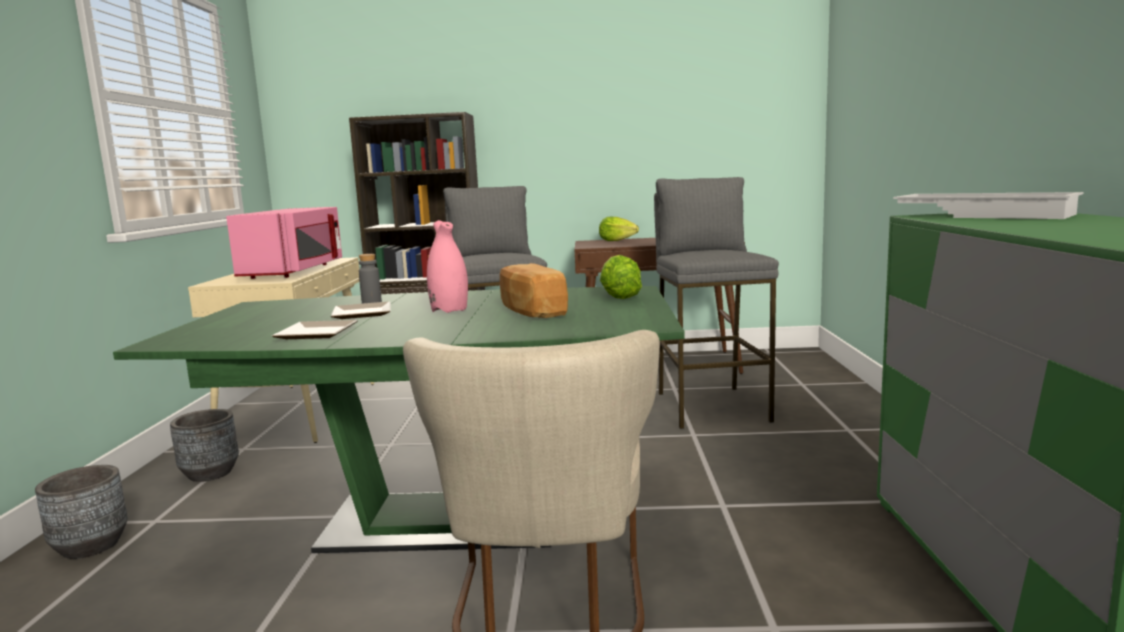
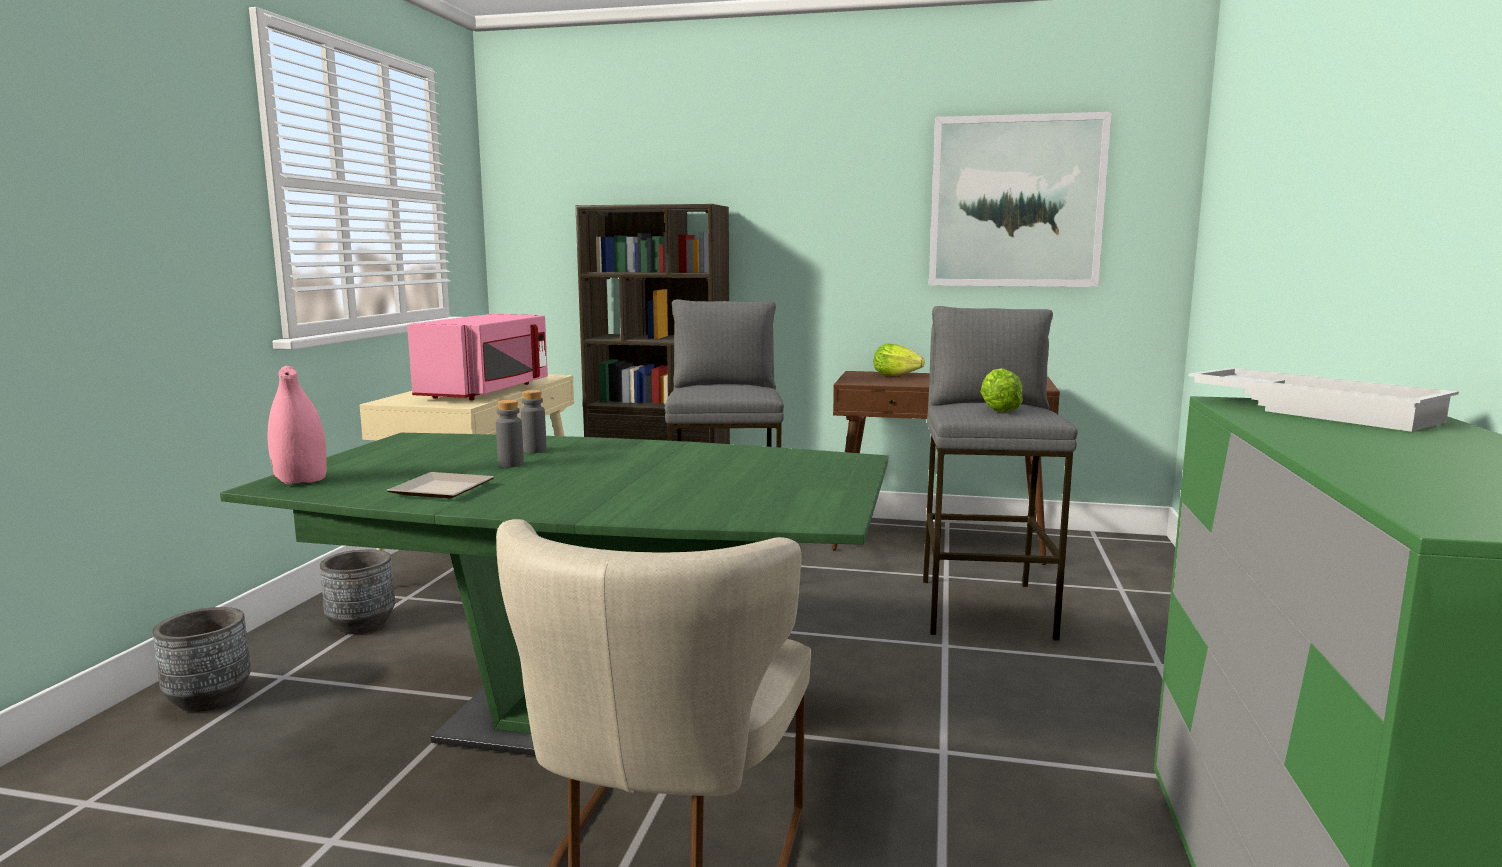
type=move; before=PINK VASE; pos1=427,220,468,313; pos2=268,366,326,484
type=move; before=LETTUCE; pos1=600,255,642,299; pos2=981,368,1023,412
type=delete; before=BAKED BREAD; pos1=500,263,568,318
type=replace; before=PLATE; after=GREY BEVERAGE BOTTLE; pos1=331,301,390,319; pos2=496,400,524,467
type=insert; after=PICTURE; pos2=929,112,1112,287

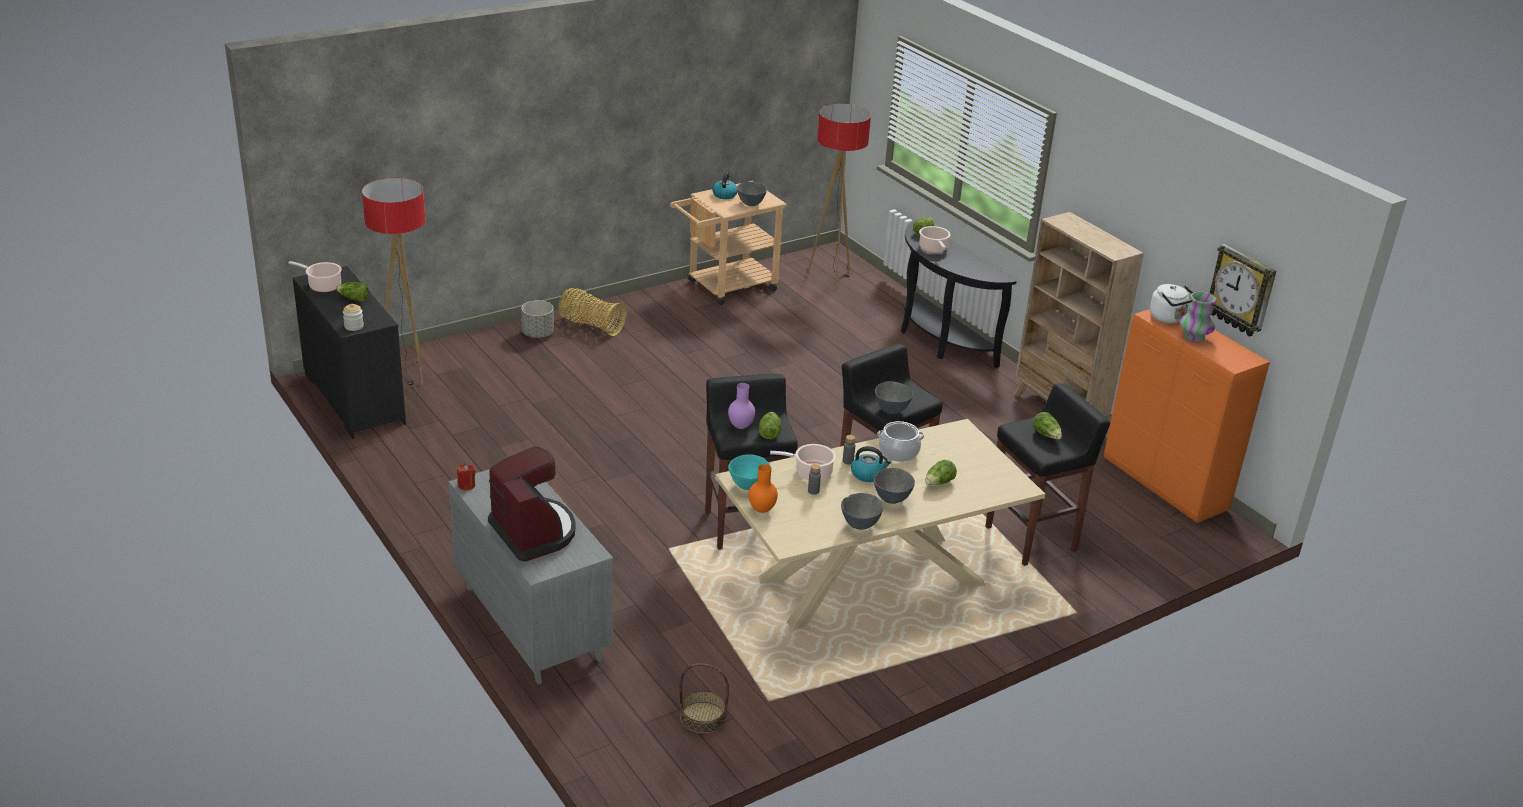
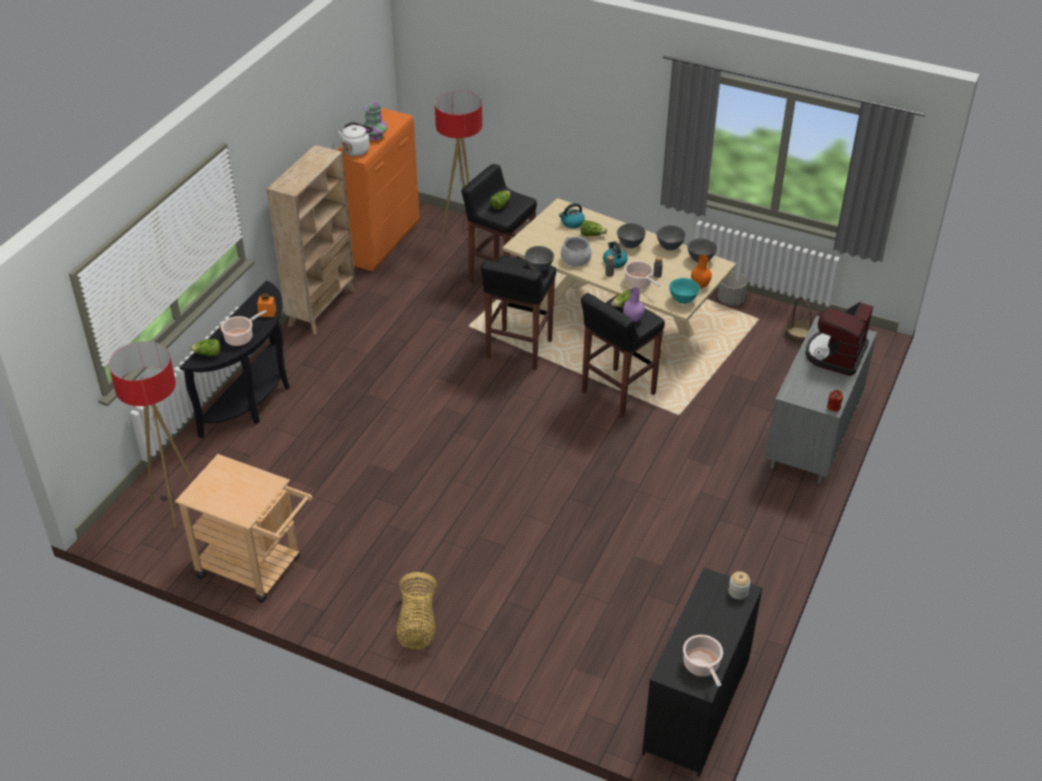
type=move; before=WATER KETTLE; pos1=712,172,737,199; pos2=559,203,585,228
type=move; before=FLOOR LAMP; pos1=362,178,426,385; pos2=435,91,482,248
type=move; before=GREY SERVING BOWL; pos1=737,182,767,206; pos2=687,238,717,262
type=delete; before=CLOCK ON THE WALL; pos1=1209,244,1276,337
type=delete; before=LETTUCE; pos1=336,282,369,302
type=move; before=GREY FLOWER POT; pos1=521,300,554,338; pos2=718,272,748,306
type=insert; after=ORANGE-COLOURED STORAGE JAR; pos2=257,293,277,317

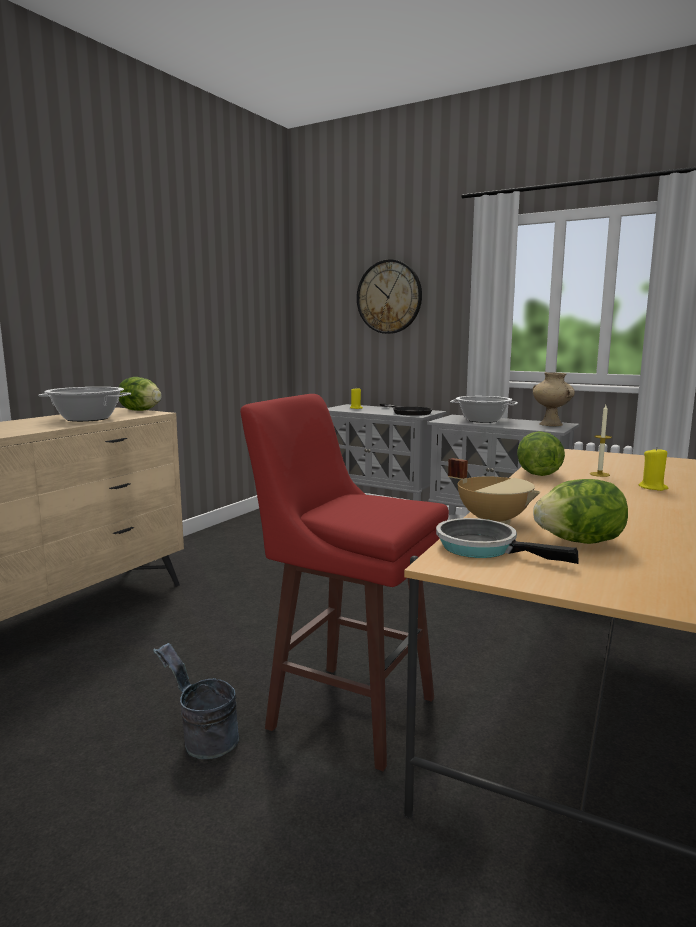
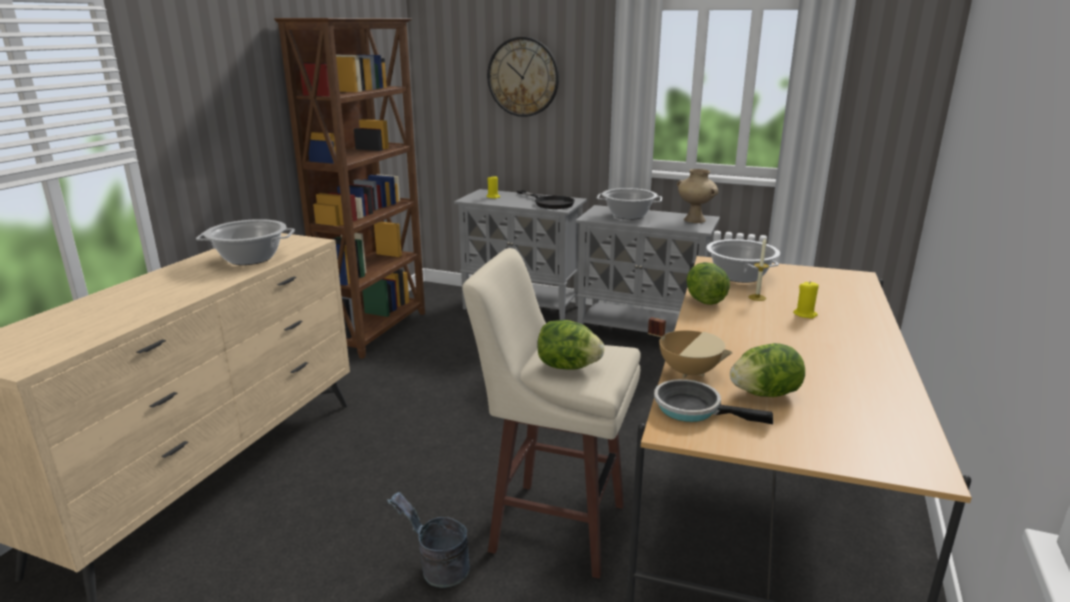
type=move; before=LETTUCE; pos1=119,377,162,411; pos2=537,320,604,370
type=recolor; before=REDDISH STOOL SEAT; after=BEIGE STOOL SEAT; pos1=240,394,449,771; pos2=462,248,641,579
type=insert; after=BROWN-COLOURED SHELVING UNIT; pos2=274,18,425,359
type=insert; after=STOCKPOT; pos2=706,239,780,283

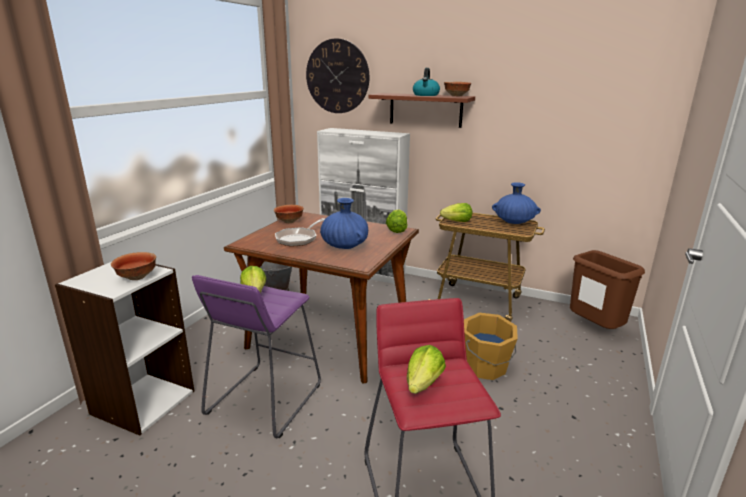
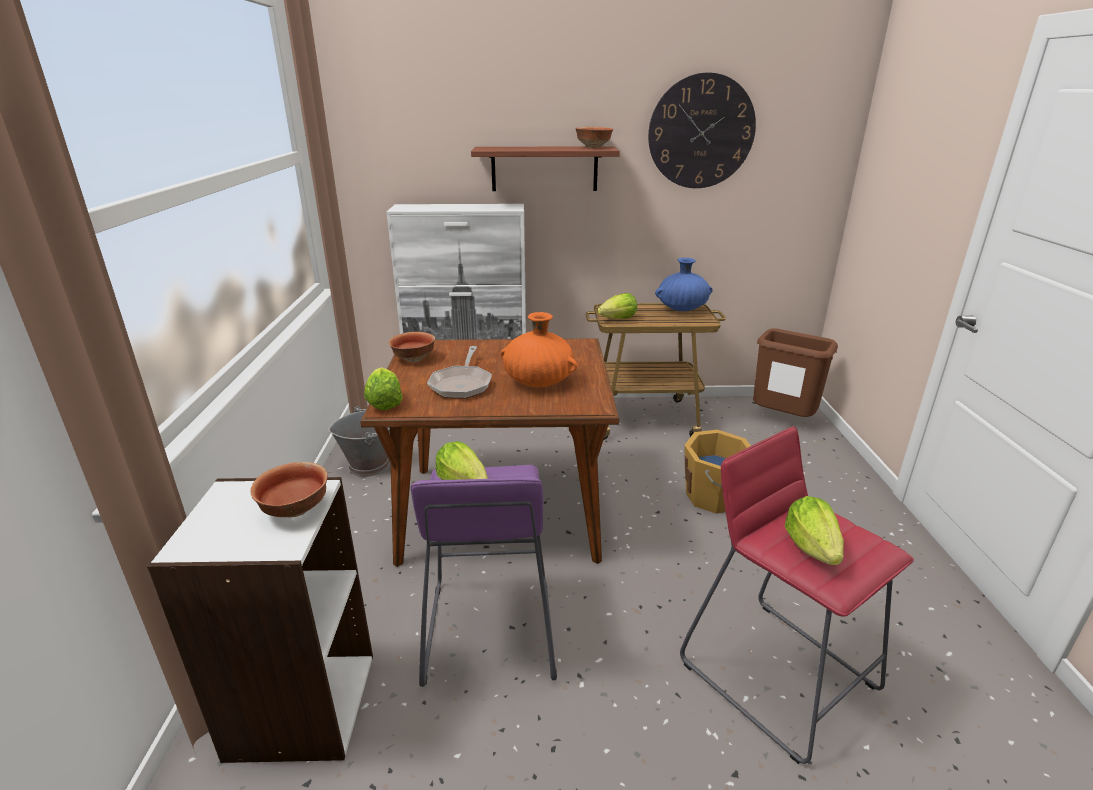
type=move; before=CLOCK ON THE WALL; pos1=306,38,369,113; pos2=648,73,756,188
type=delete; before=WATER KETTLE; pos1=413,68,440,96
type=recolor; before=BLUE VASE; after=ORANGE-COLOURED VASE; pos1=320,198,368,249; pos2=500,312,578,387
type=move; before=LETTUCE; pos1=386,209,407,233; pos2=364,367,403,410

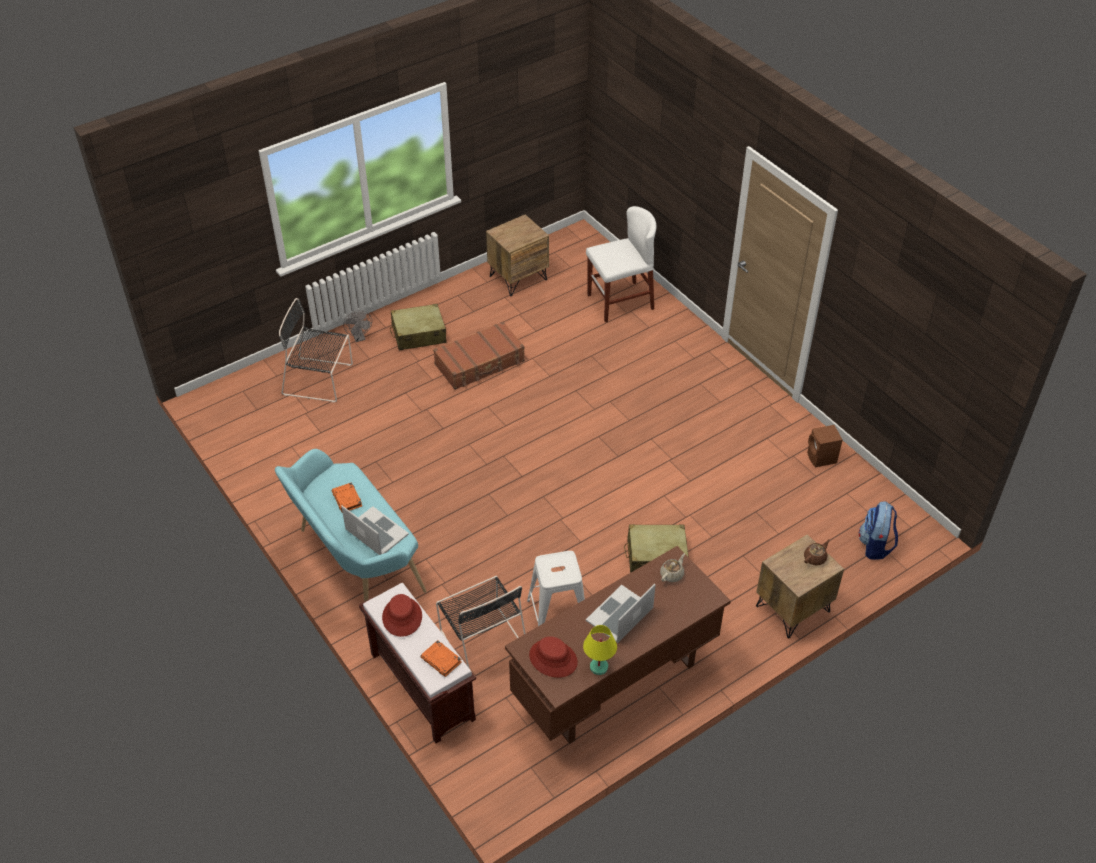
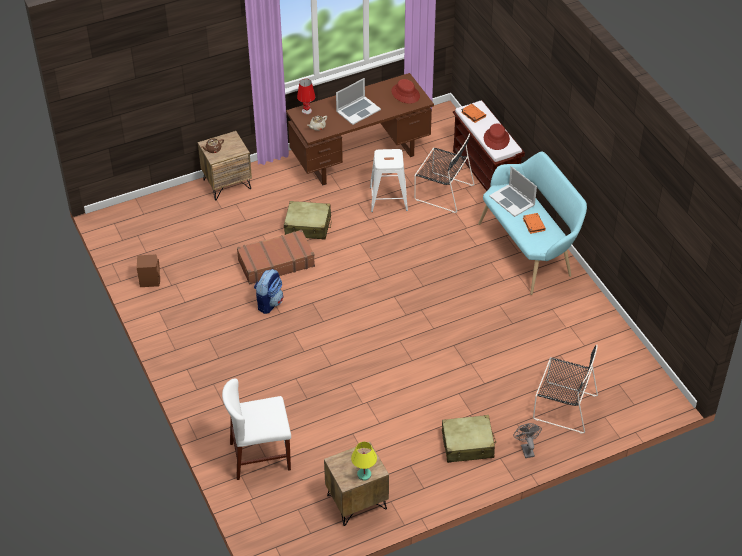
type=move; before=BROWN-COLOURED TRAVEL CASE; pos1=433,322,525,390; pos2=237,230,315,285
type=move; before=BACKPACK; pos1=859,501,898,560; pos2=254,269,283,314
type=rotate; before=BLACKISH PLAIN CHAIR; pos1=436,576,526,667; pos2=414,133,474,213; turn=135
type=move; before=YELLOW-COLOURED LAMP FOR A TABLE; pos1=583,625,617,675; pos2=351,442,377,481
type=insert; after=REDDISH LAMP FOR A TABLE; pos2=297,79,315,114

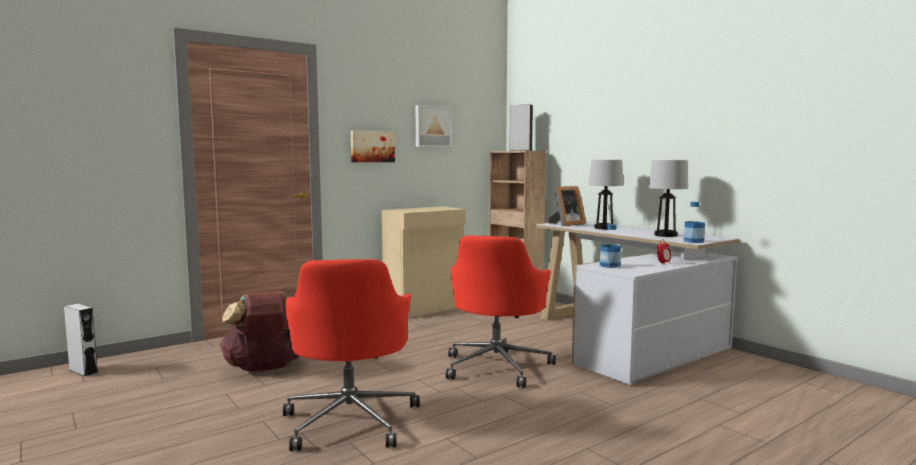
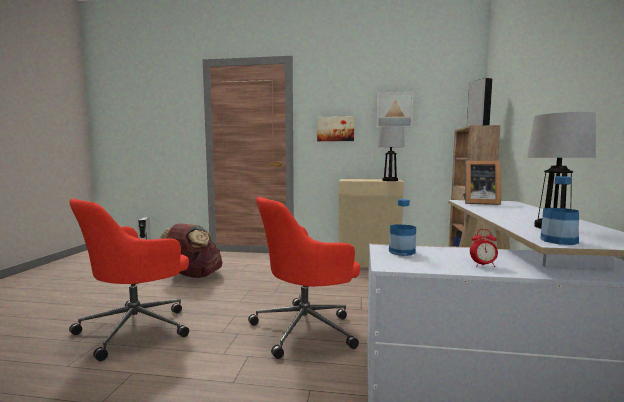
type=move; before=LAMP FOR A TABLE; pos1=589,160,624,229; pos2=378,126,405,181

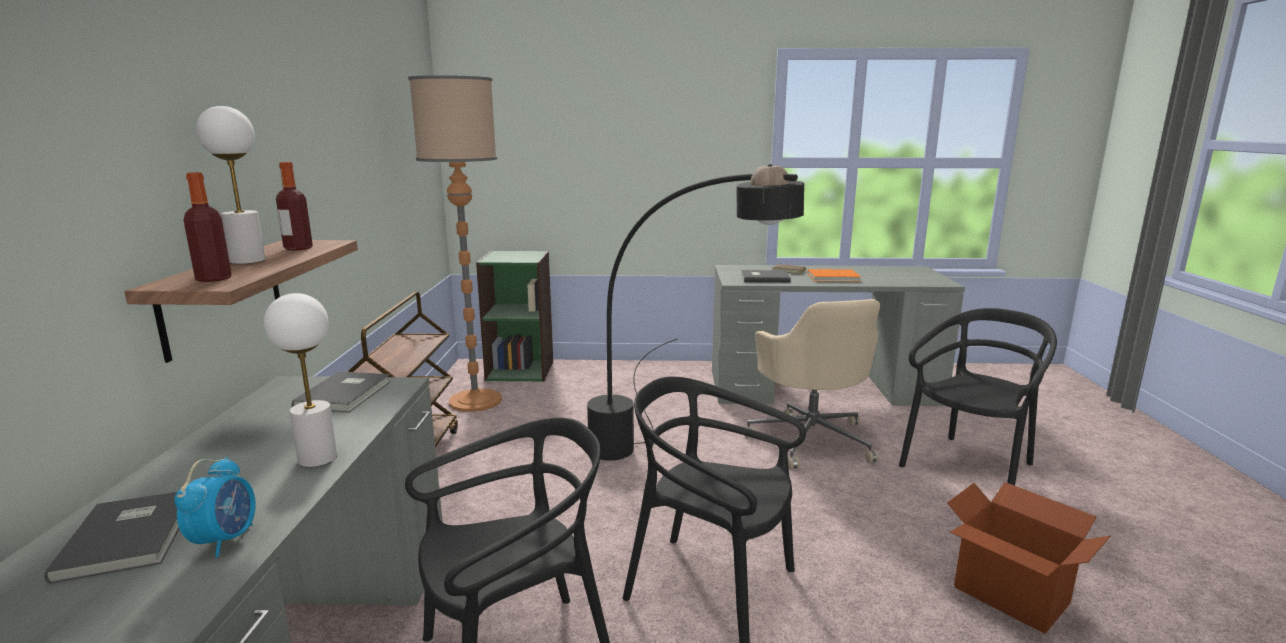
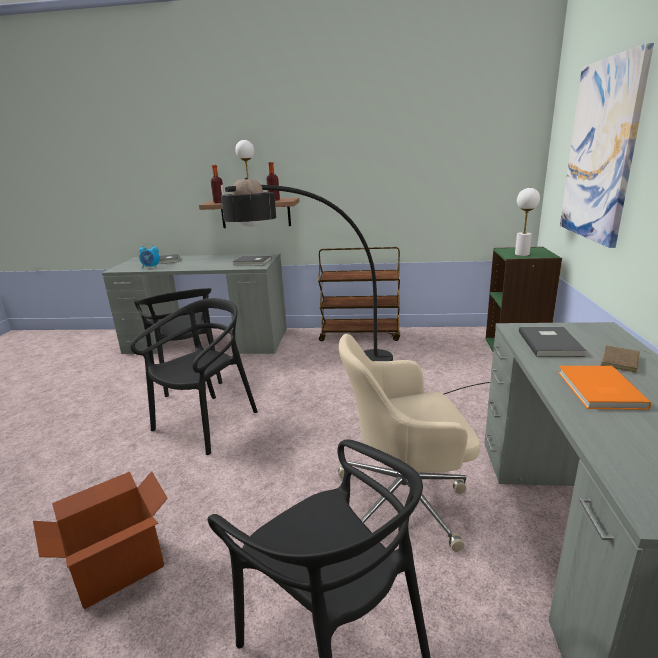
type=delete; before=FLOOR LAMP; pos1=408,75,502,412
type=move; before=WHITISH LAMP FOR A TABLE; pos1=264,293,337,467; pos2=515,188,540,256
type=insert; after=PICTURE; pos2=560,43,654,248

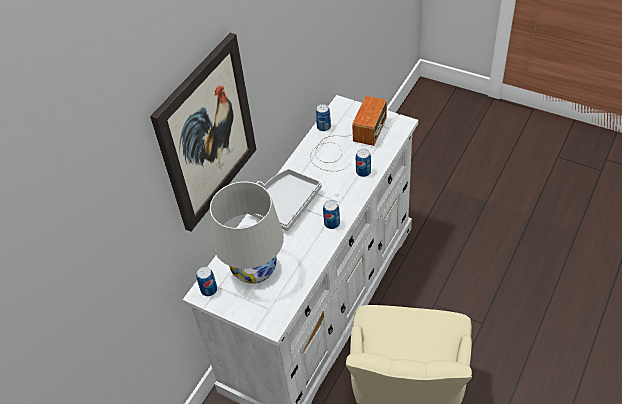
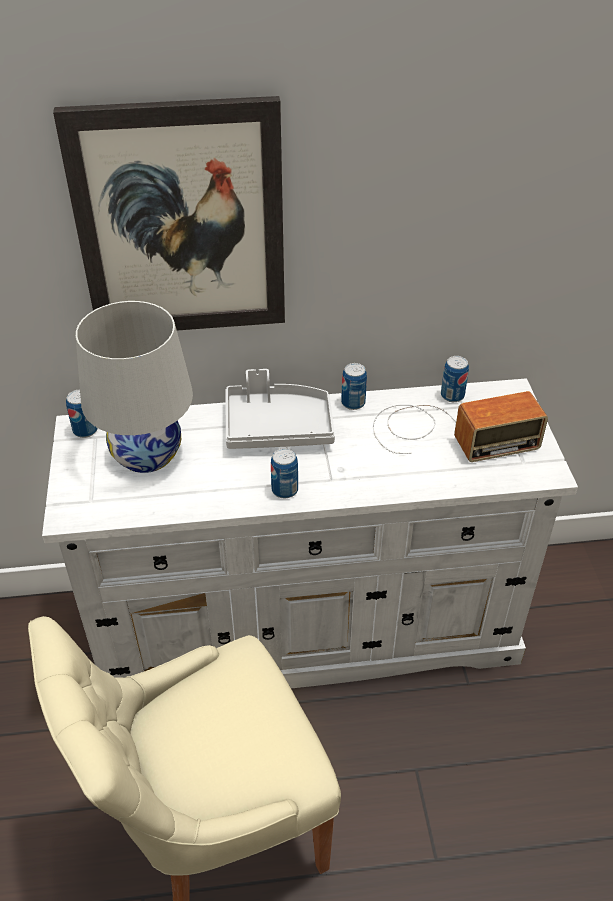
type=move; before=METAL CAN; pos1=356,149,371,177; pos2=341,363,367,410

